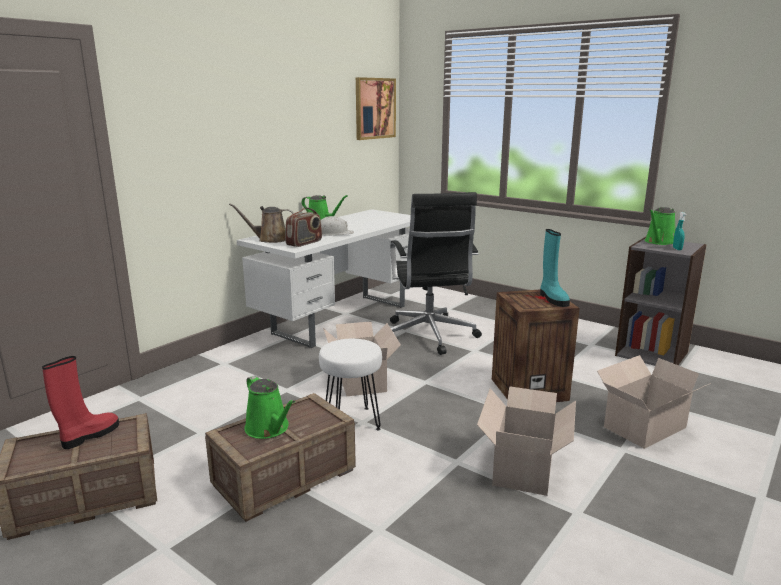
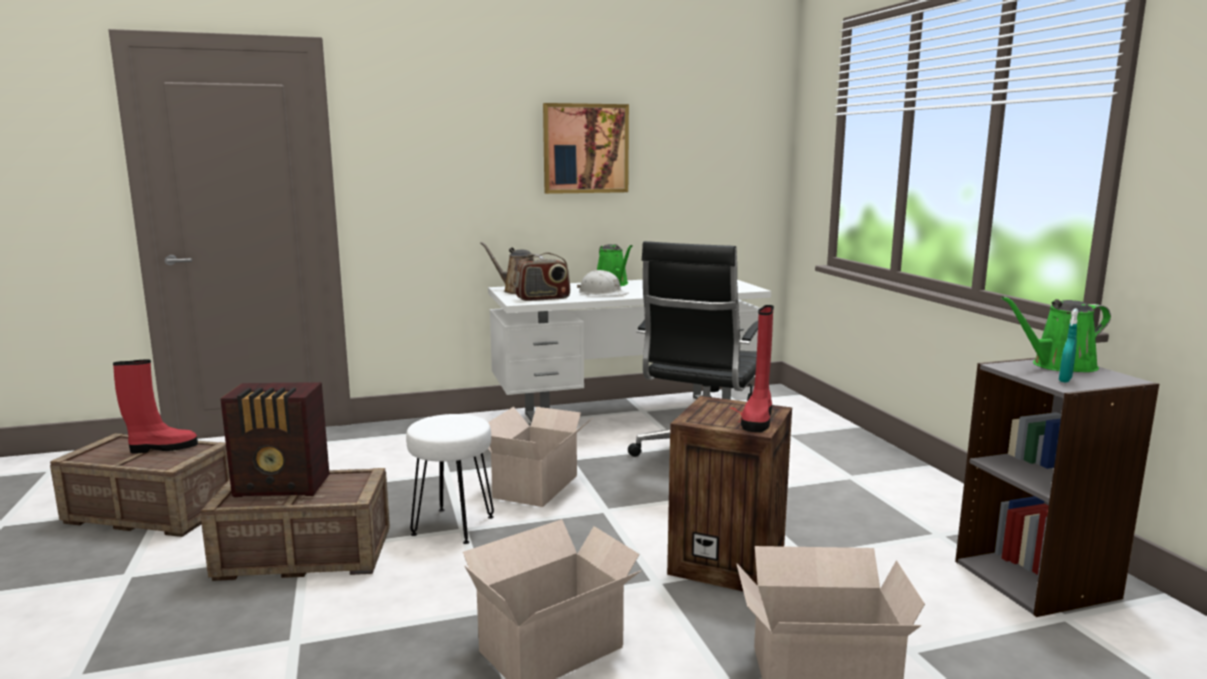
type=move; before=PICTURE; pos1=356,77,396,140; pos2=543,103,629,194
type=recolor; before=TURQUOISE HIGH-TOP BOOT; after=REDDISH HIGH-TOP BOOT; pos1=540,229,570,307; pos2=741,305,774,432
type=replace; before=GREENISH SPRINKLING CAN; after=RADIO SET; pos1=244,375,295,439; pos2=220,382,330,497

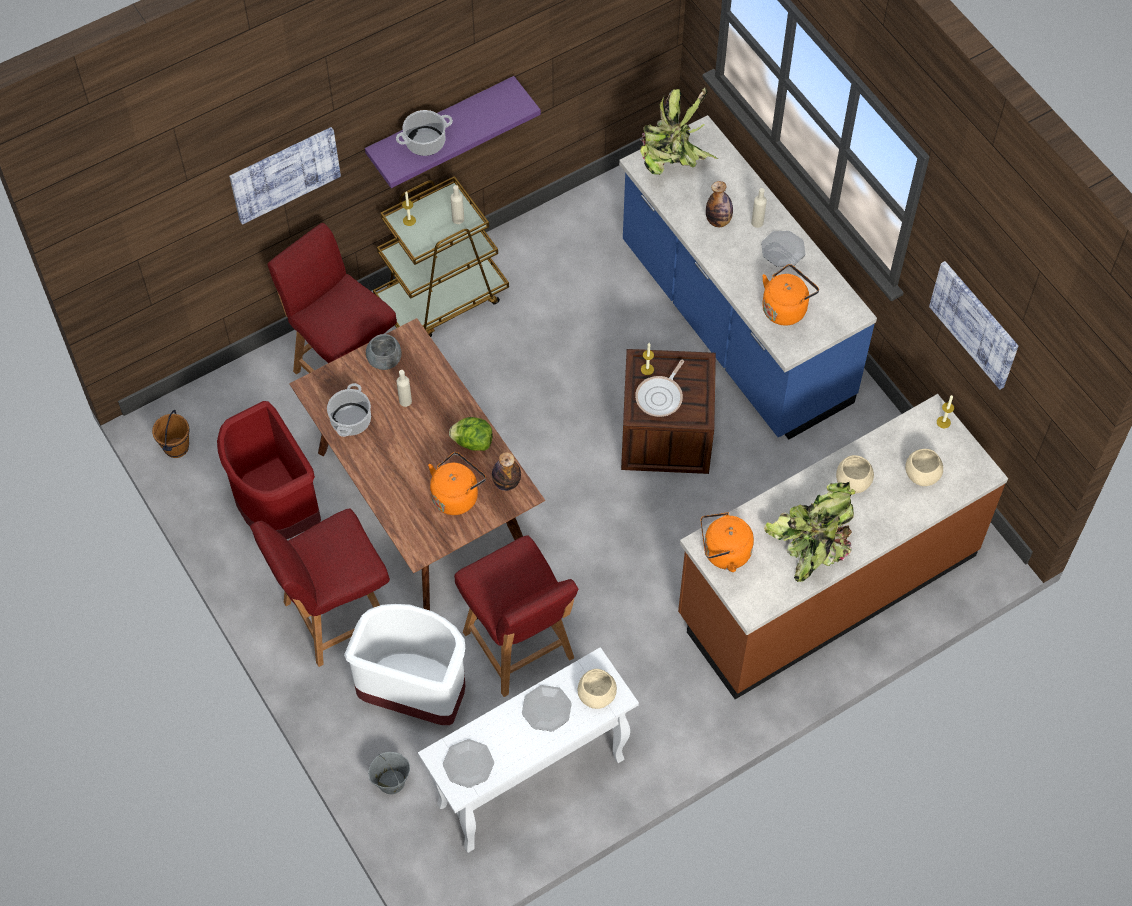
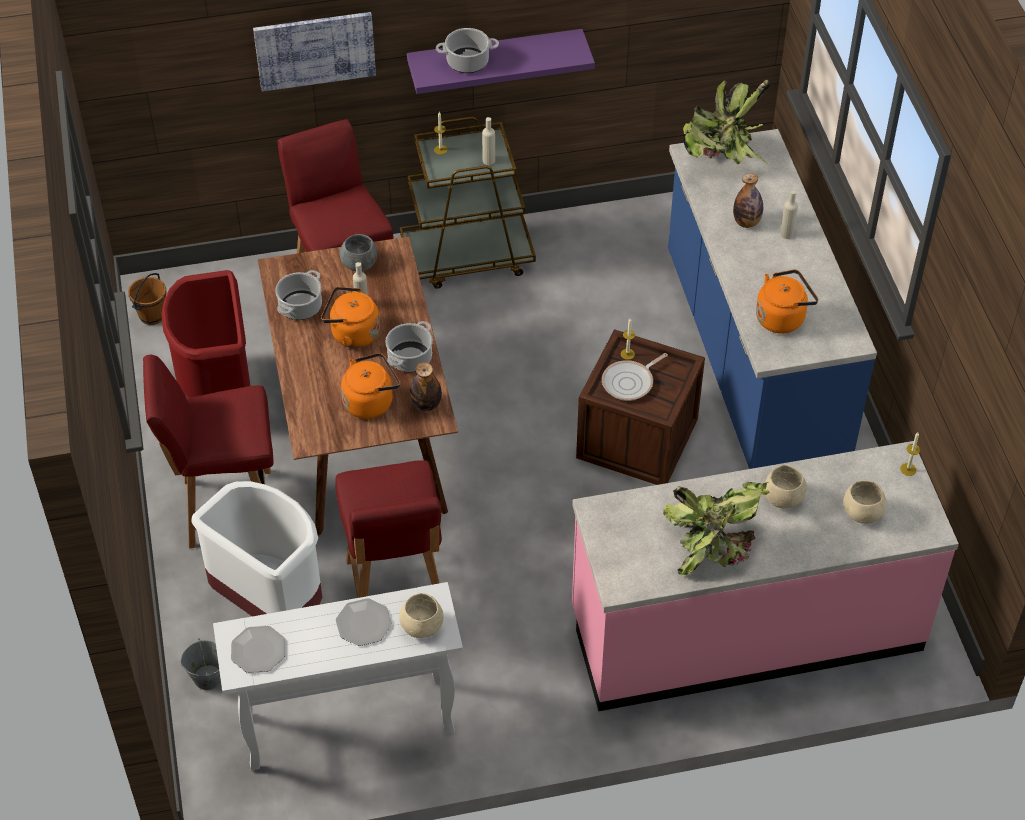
type=delete; before=PLATE; pos1=761,231,805,267
type=delete; before=PICTURE; pos1=929,261,1019,390
type=recolor; before=BROWN-COLOURED KITCHEN COUNTER; after=PINK KITCHEN COUNTER; pos1=678,394,1008,699; pos2=572,441,959,711
type=replace; before=LETTUCE; after=STOCKPOT; pos1=449,417,493,451; pos2=385,321,433,372
type=move; before=ORANGE-COLOURED WATER KETTLE; pos1=701,512,754,572; pos2=321,287,380,348

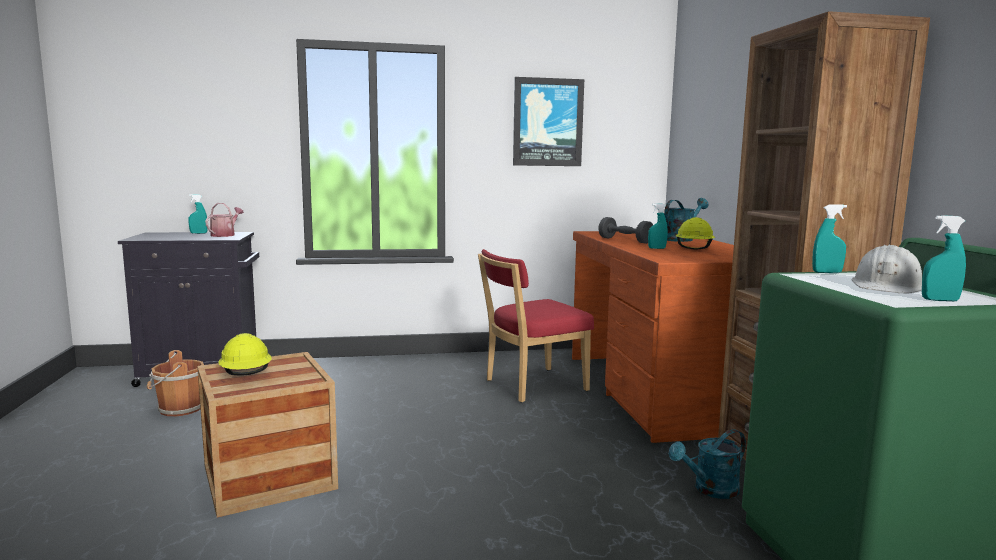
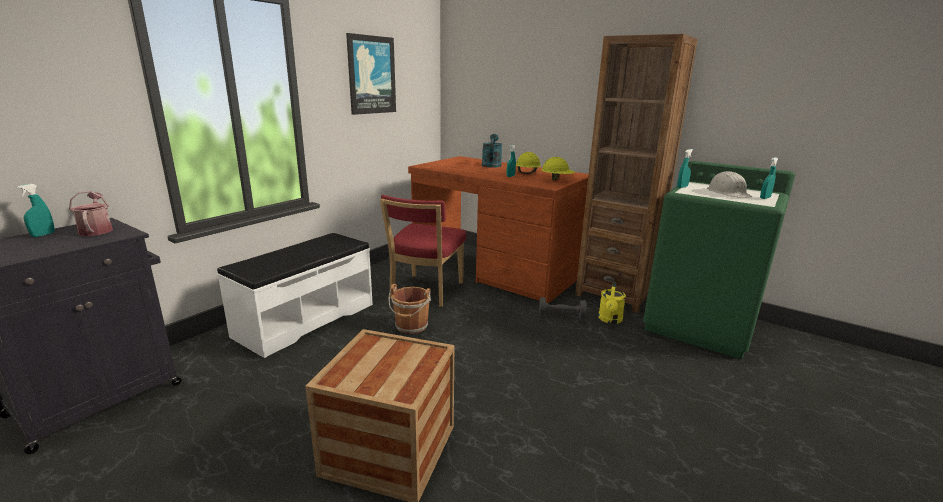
type=move; before=GREY HAND WEIGHT; pos1=598,217,653,244; pos2=539,297,587,318
type=move; before=YELLOW-COLOURED WORK HELMET; pos1=218,333,272,376; pos2=541,157,575,180
type=move; before=BROWN-COLOURED WATER BUCKET; pos1=147,350,204,416; pos2=388,284,431,334
type=recolor; before=TURQUOISE SPRINKLING CAN; after=YELLOW-COLOURED SPRINKLING CAN; pos1=669,429,746,499; pos2=598,282,626,324
type=insert; after=WHITISH BENCH; pos2=217,233,373,358

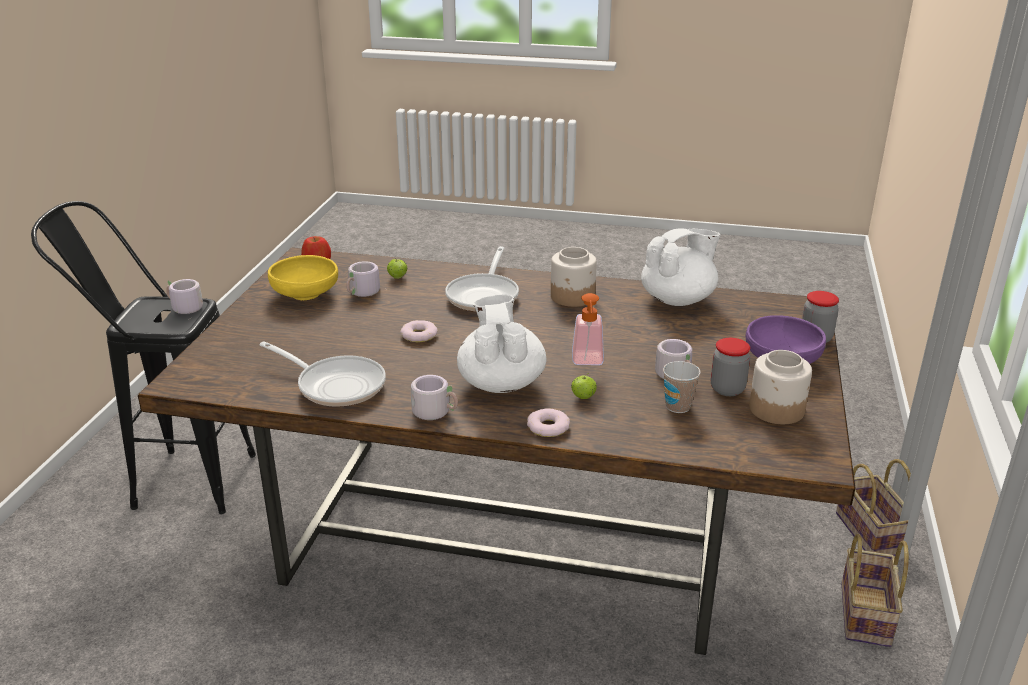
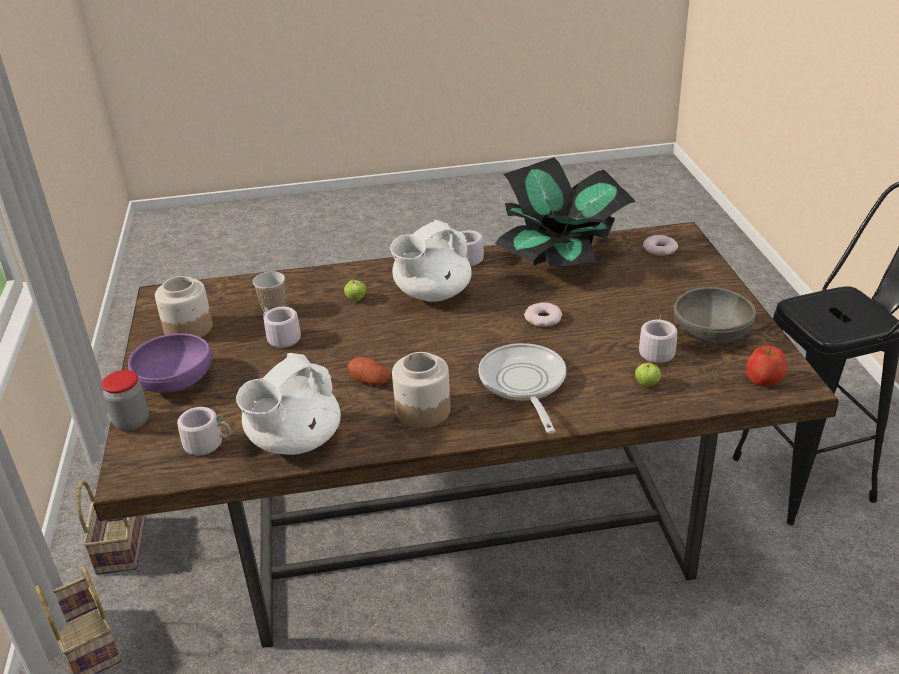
type=recolor; before=YELLOW-COLOURED SERVING BOWL; after=GREY SERVING BOWL; pos1=268,255,338,300; pos2=673,287,756,344
type=move; before=GREY MUG; pos1=166,279,203,320; pos2=177,407,231,456
type=delete; before=SOAP BOTTLE; pos1=572,293,604,365
type=rotate; before=WHITISH TEAPOT; pos1=457,294,546,393; pos2=390,220,472,302; turn=75
type=delete; before=STORAGE JAR; pos1=711,338,750,396
type=replace; before=PAN; after=HOUSEPLANT; pos1=259,341,386,407; pos2=495,157,636,267
type=move; before=DOUGHNUT; pos1=527,408,570,437; pos2=643,235,678,256
type=insert; after=POTATO; pos2=348,357,390,385

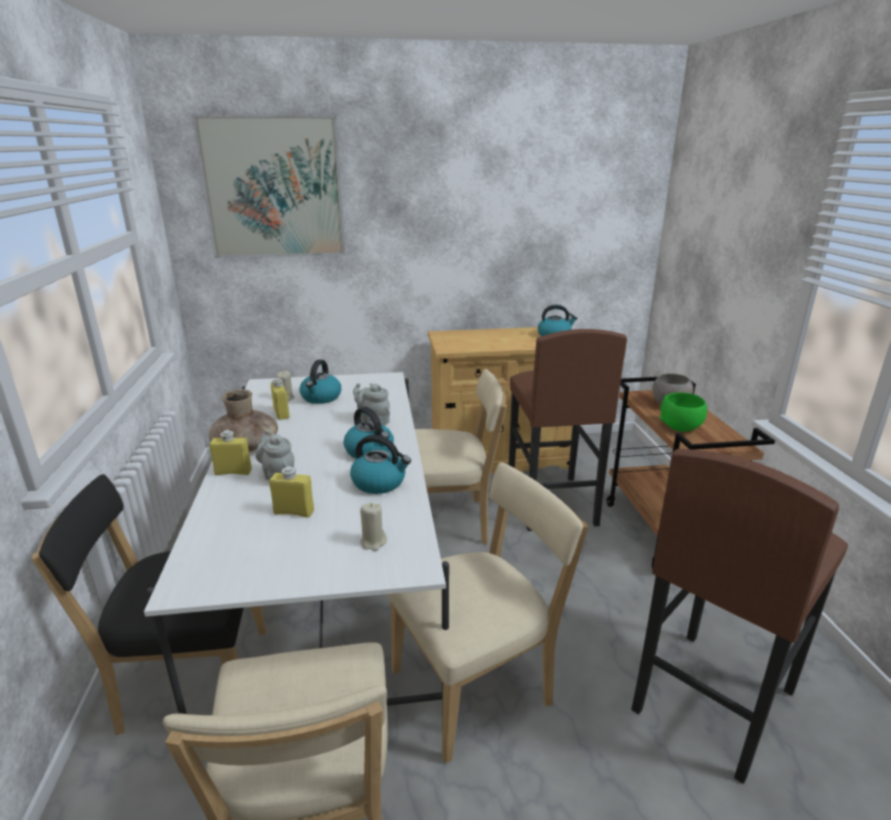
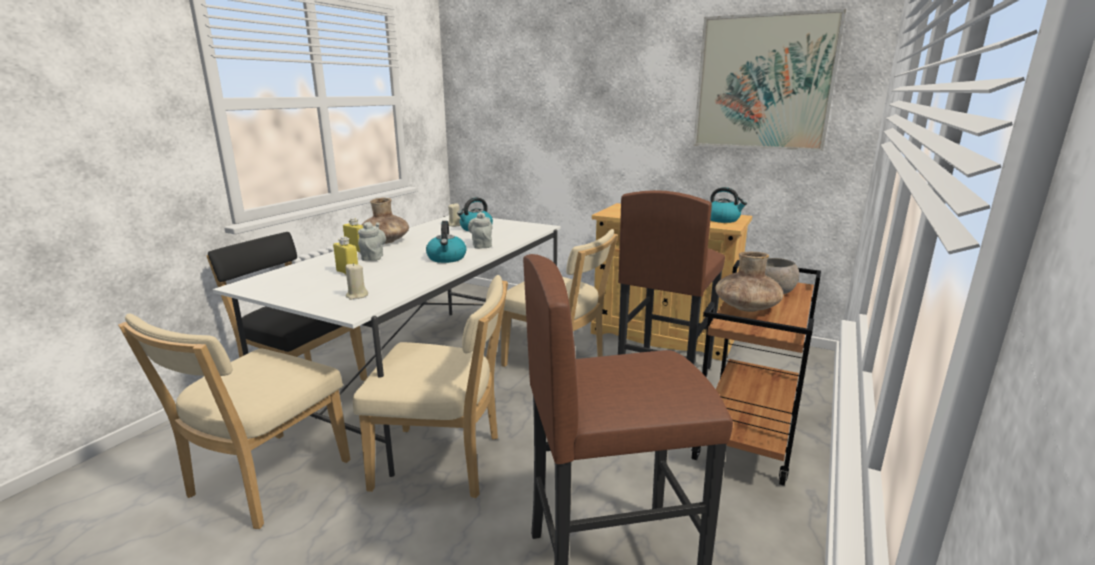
type=move; before=PICTURE; pos1=192,114,346,258; pos2=693,9,846,151
type=delete; before=YELLOW-COLOURED BEVERAGE BOTTLE; pos1=271,378,290,420
type=replace; before=GREENISH SERVING BOWL; after=BROWN-COLOURED VASE; pos1=660,393,707,432; pos2=715,252,783,312
type=delete; before=WATER KETTLE; pos1=350,435,411,494

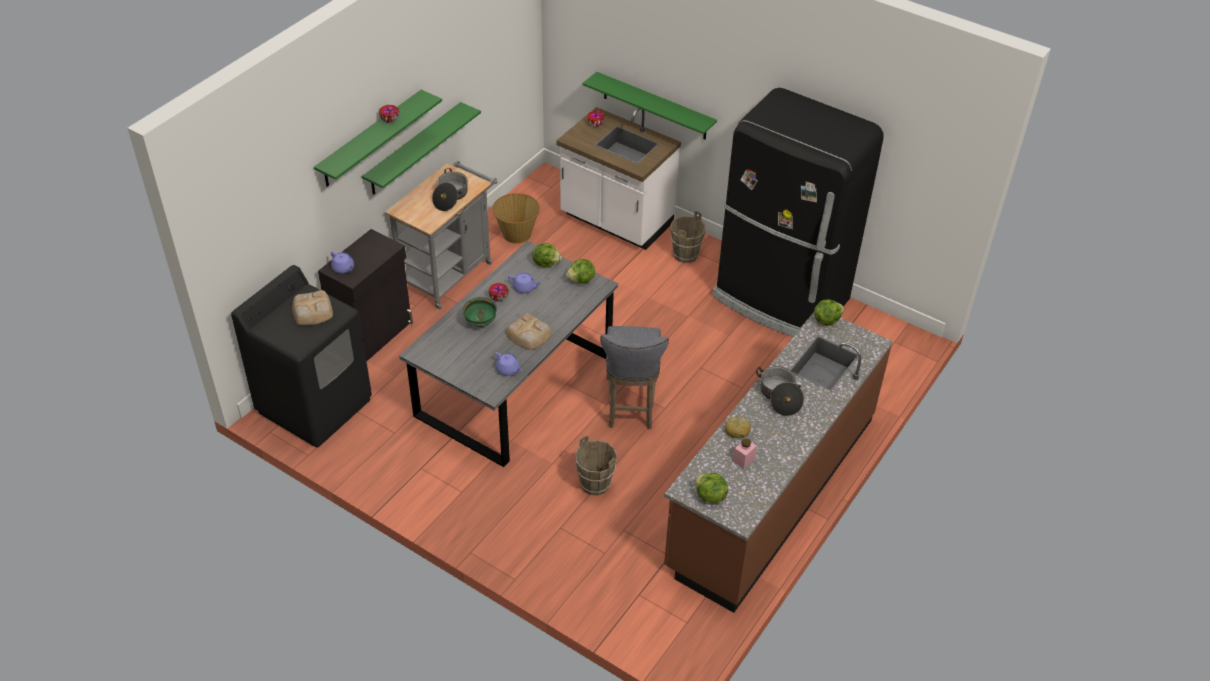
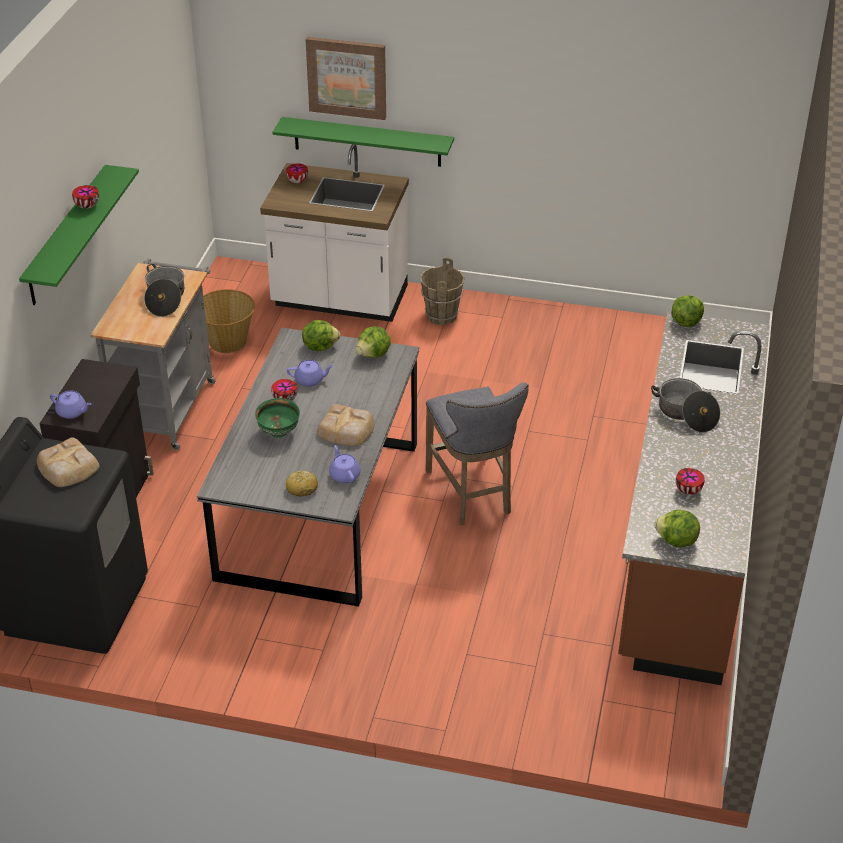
type=delete; before=BLACKISH FRIDGE; pos1=712,88,884,337
type=delete; before=GREENISH BRACKET SHELF; pos1=362,102,481,195
type=rotate; before=PURPLE-COLOURED TEAPOT; pos1=494,352,522,376; pos2=329,445,361,483; turn=-135
type=move; before=BAKED BREAD; pos1=725,417,751,439; pos2=286,471,318,497
type=delete; before=BROWN-COLOURED WATER BUCKET; pos1=575,436,617,496
type=replace; before=PINK STORAGE JAR; after=SERVING BOWL; pos1=732,439,757,469; pos2=676,468,705,495
type=insert; after=PICTURE; pos2=305,37,386,120

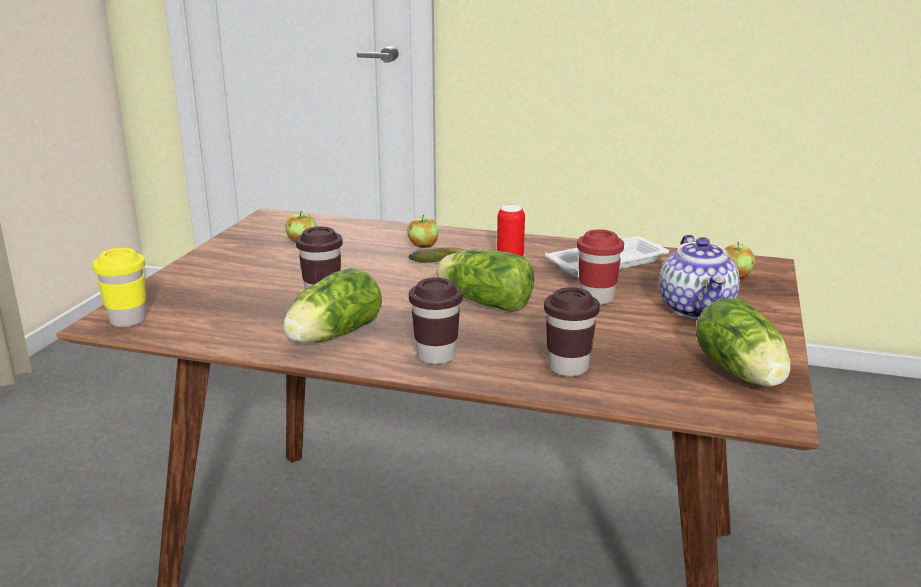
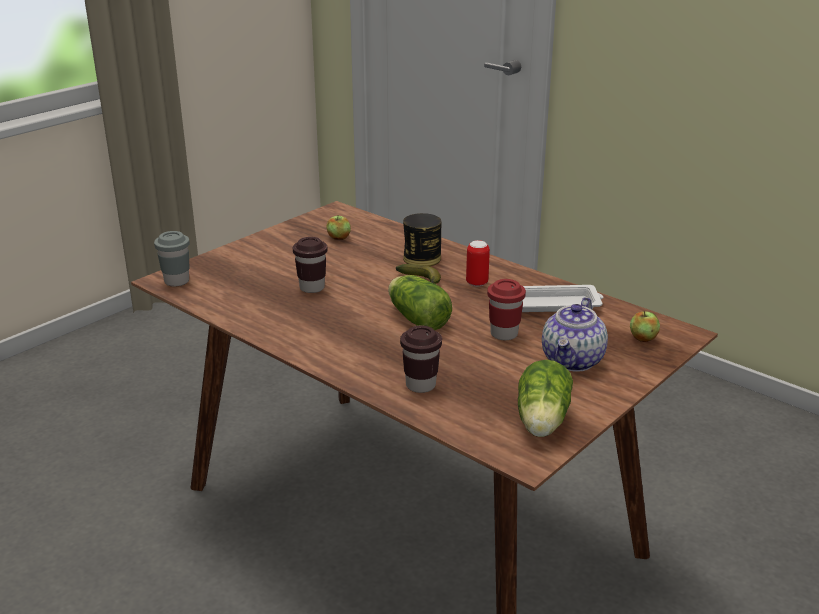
type=replace; before=APPLE; after=METAL CAN; pos1=407,215,439,248; pos2=403,213,441,266
type=recolor; before=YELLOW-COLOURED DRINKING CUP; after=GREY DRINKING CUP; pos1=92,248,146,327; pos2=154,231,190,287
type=delete; before=LETTUCE; pos1=283,268,382,343
type=delete; before=BROWN-COLOURED DRINKING CUP; pos1=409,277,463,364

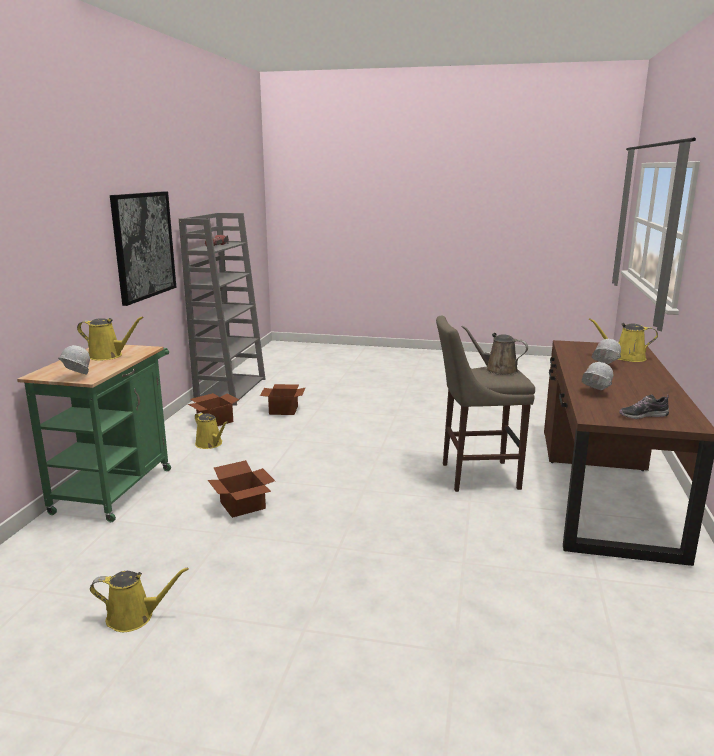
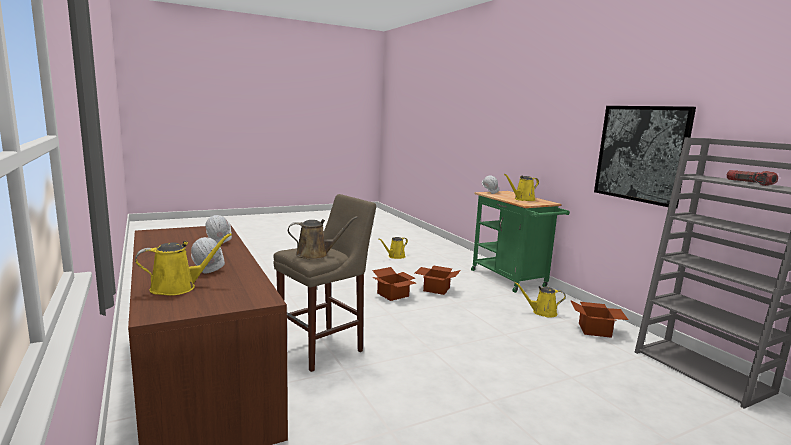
type=move; before=PACKING BOX; pos1=260,384,305,415; pos2=372,267,416,301
type=delete; before=LOW SHOE; pos1=619,394,669,419

